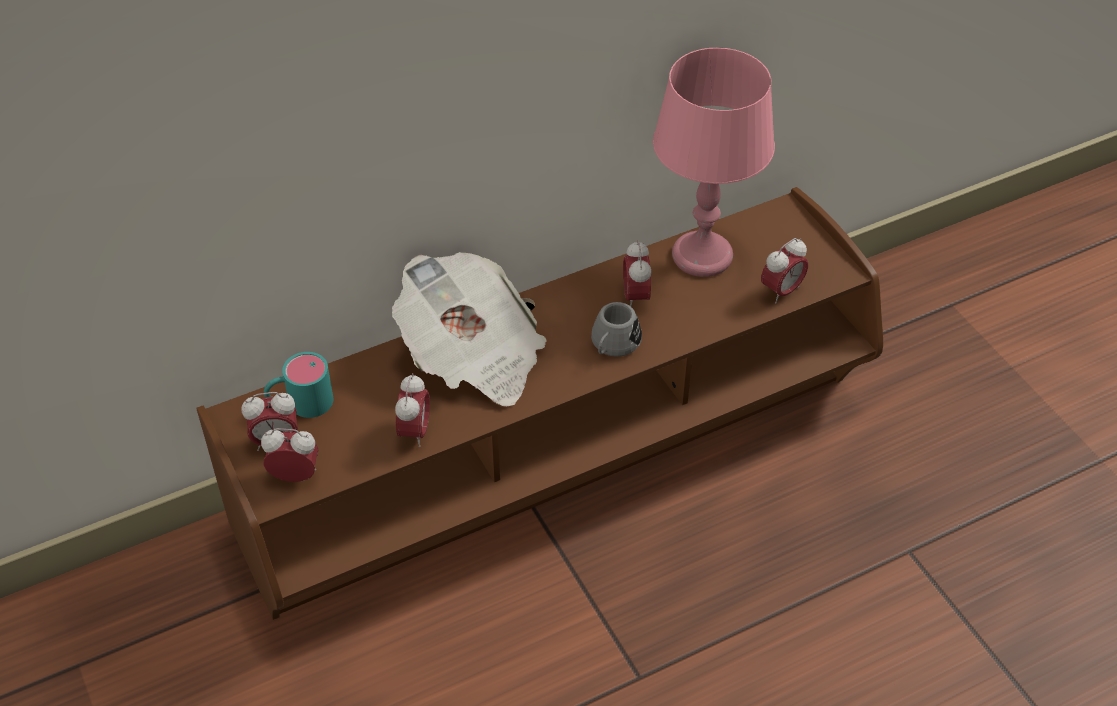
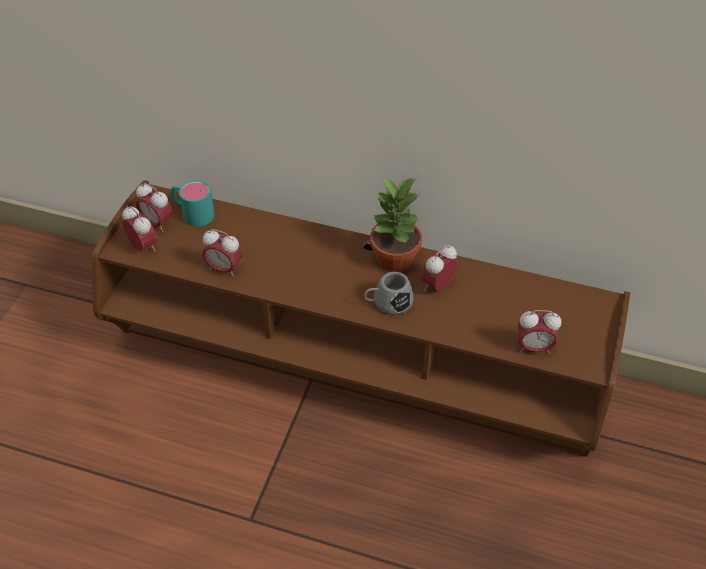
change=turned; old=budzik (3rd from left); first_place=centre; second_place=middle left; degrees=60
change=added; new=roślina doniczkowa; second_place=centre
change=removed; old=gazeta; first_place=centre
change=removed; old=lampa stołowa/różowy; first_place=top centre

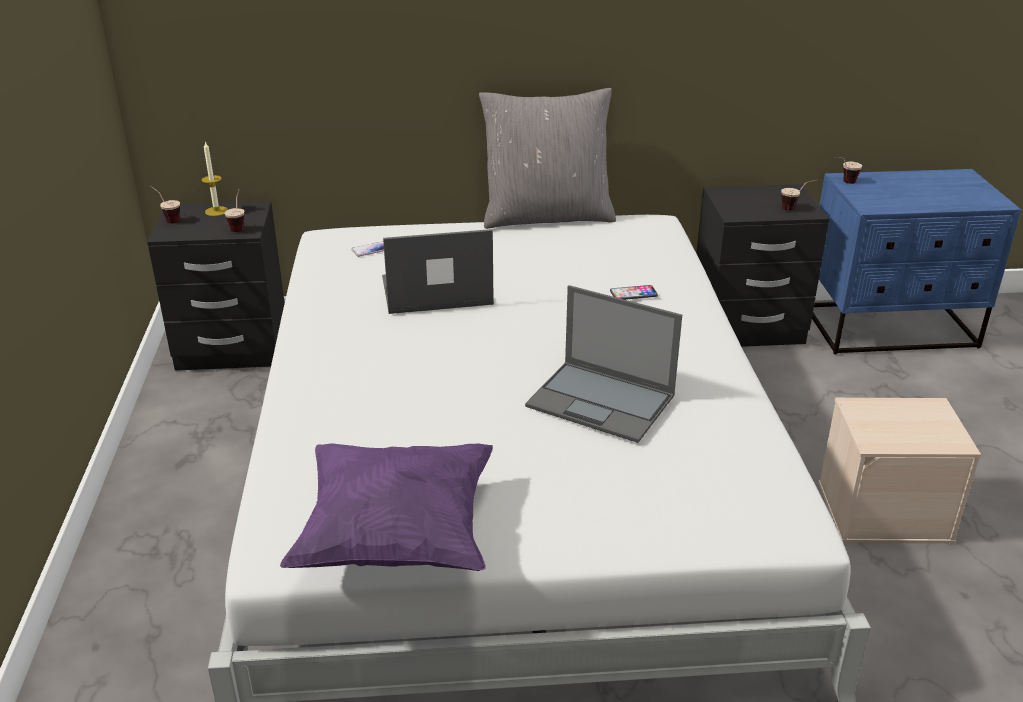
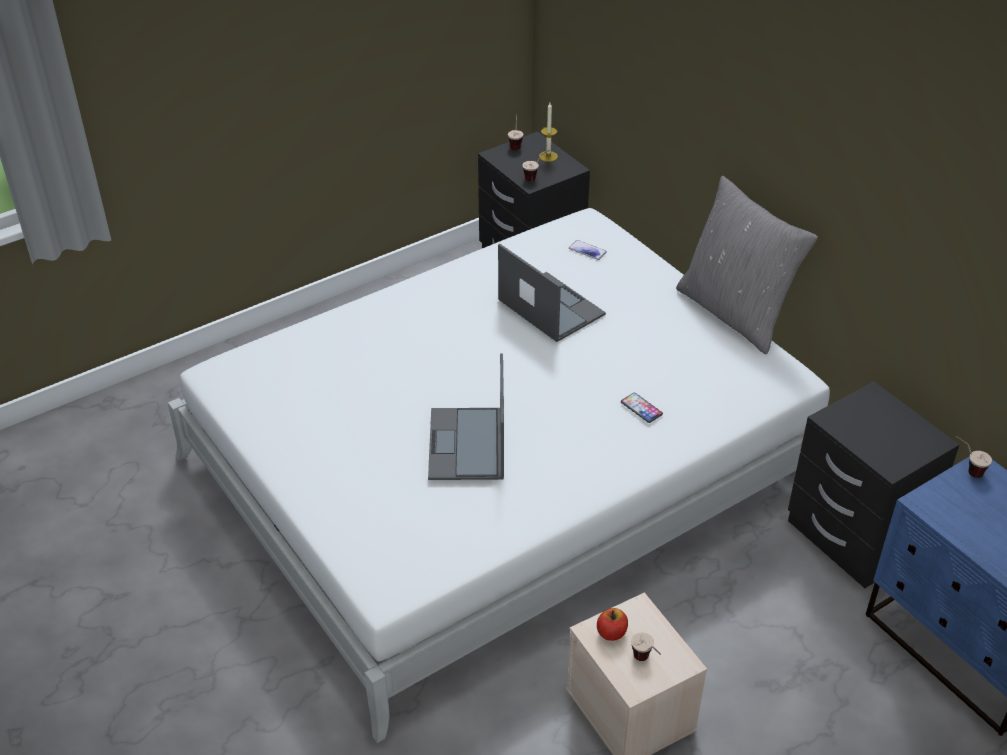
change=added; new=jabłko; second_place=bottom centre
change=moved; old=filiżanka (3rd from left); first_place=top right; second_place=bottom centre
change=removed; old=poduszka/fioletowy; first_place=bottom centre

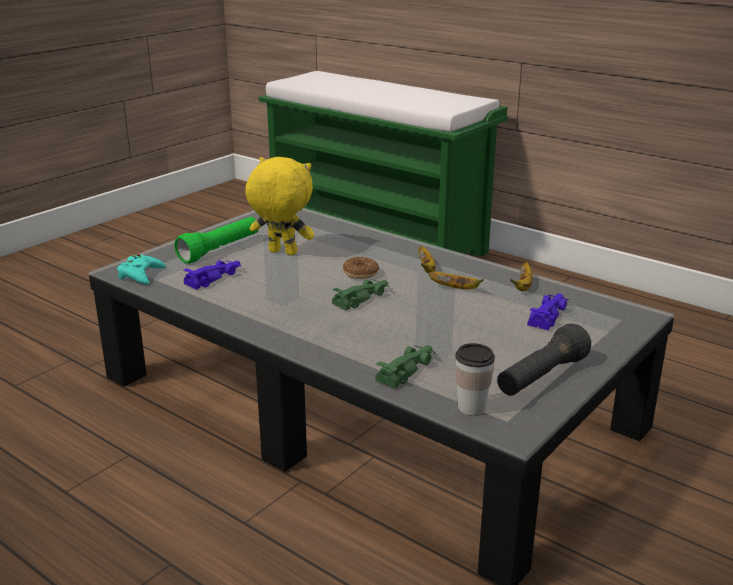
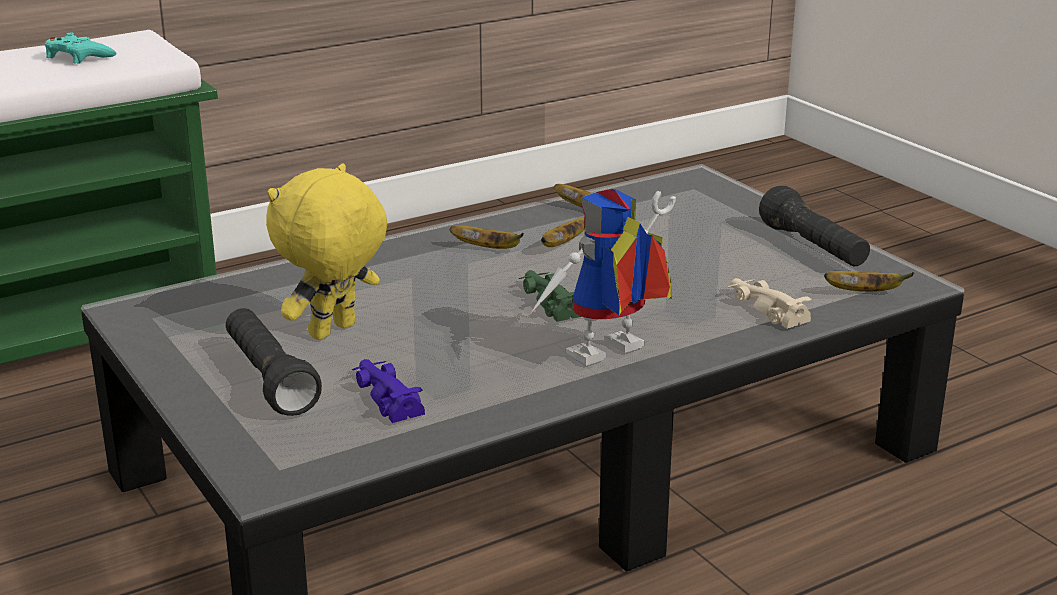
change=moved; old=pad do gier/turkusowy; first_place=middle left; second_place=top left
change=recoloured; old=latarka/zielony; new=latarka/czarny (1st from left); first_place=middle left; second_place=middle left
change=added; new=robot zabawkowy; second_place=centre
change=recoloured; old=samochodzik/zielony (2nd from left); new=samochodzik/beżowy; first_place=centre; second_place=middle right
change=replaced; old=filiżanka; new=banan (4th from left); first_place=centre; second_place=middle right
change=removed; old=donut; first_place=centre
change=removed; old=samochodzik/fioletowy (2nd from left); first_place=middle right

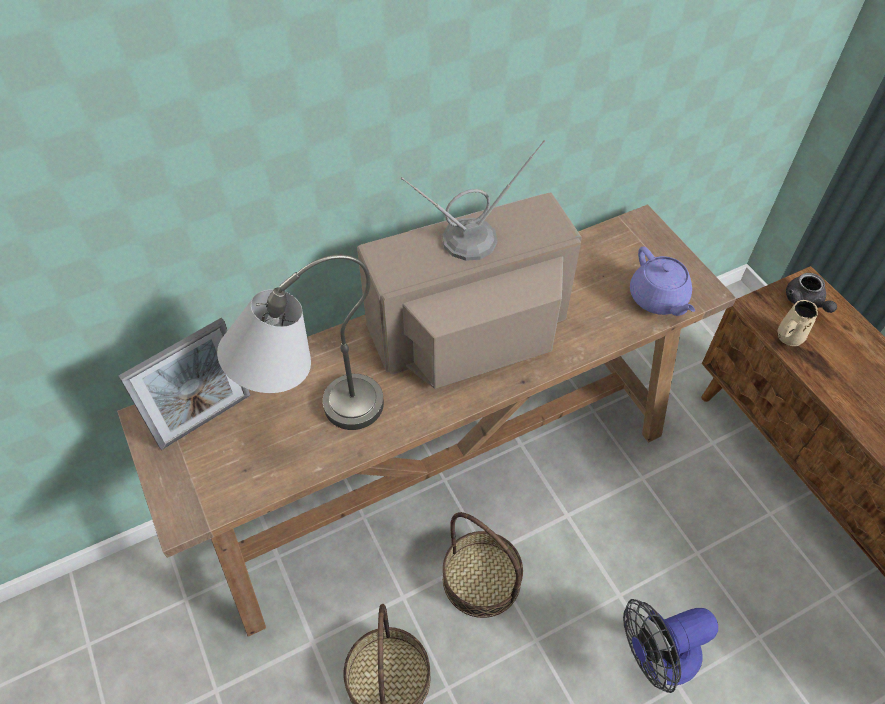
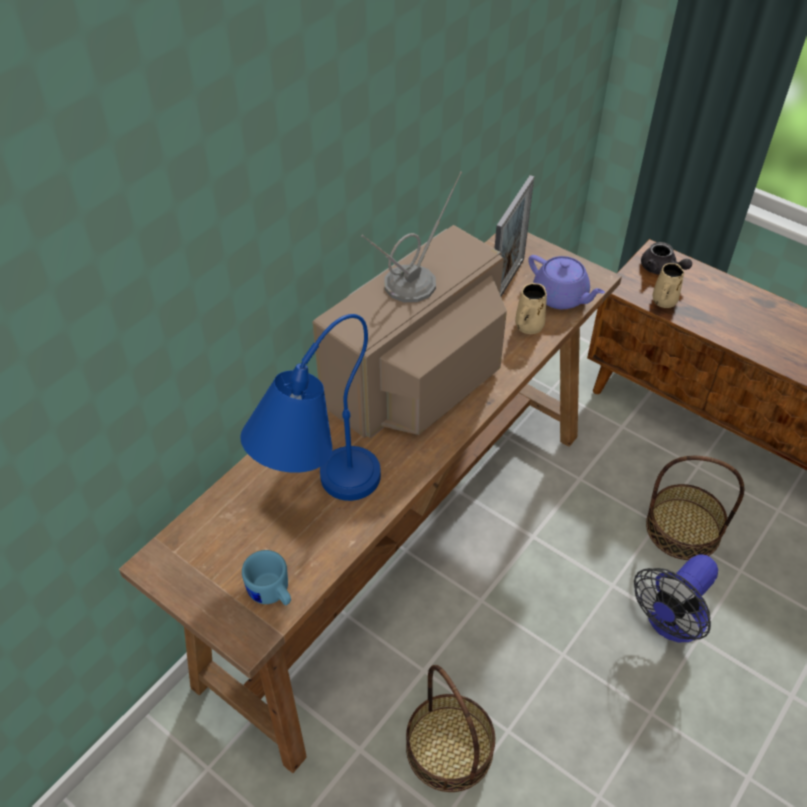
change=recoloured; old=lampa stołowa/szary; new=lampa stołowa/niebieski; first_place=centre; second_place=centre
change=added; new=kubek/niebieski; second_place=bottom left
change=moved; old=ramka na zdjęcie; first_place=middle left; second_place=top centre
change=added; new=kubek/beżowy (1st from left); second_place=centre
change=moved; old=koszyk (2nd from left); first_place=bottom centre; second_place=middle right

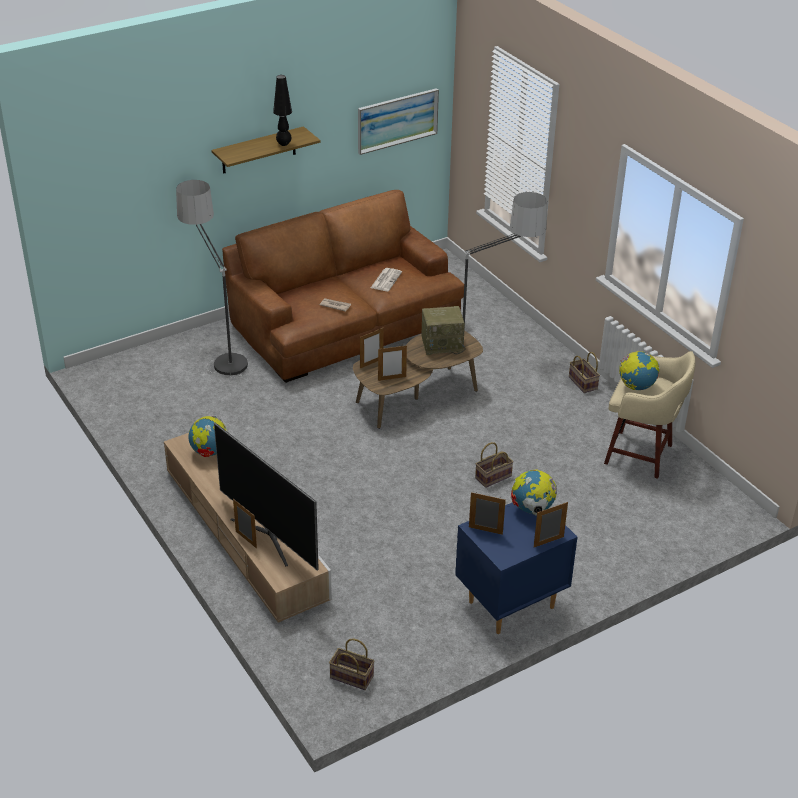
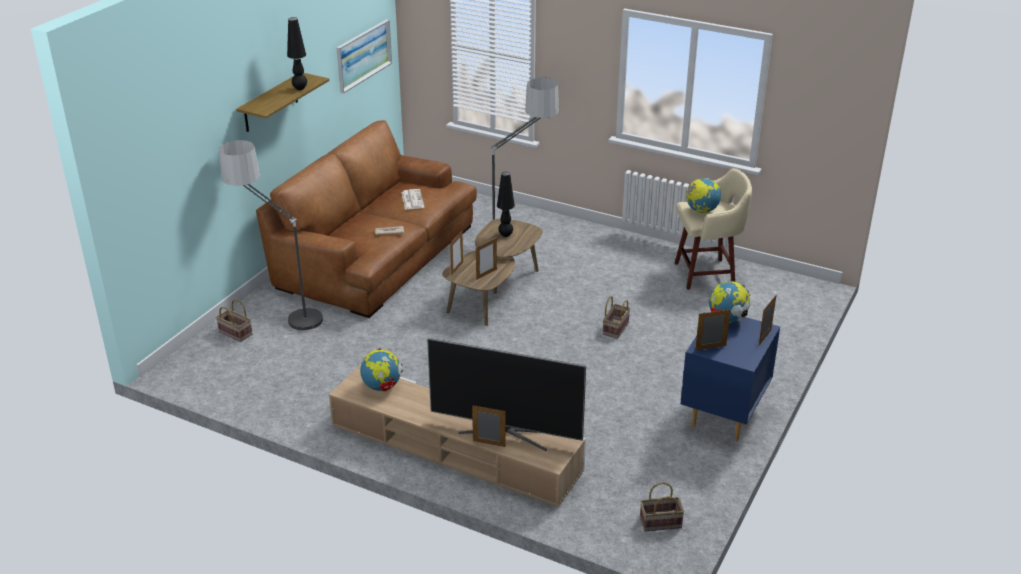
change=moved; old=koszyk (3rd from left in the first image); new=koszyk (1st from left); first_place=middle right; second_place=middle left
change=replaced; old=radio; new=lampa stołowa/czarny (2nd from left); first_place=centre; second_place=centre

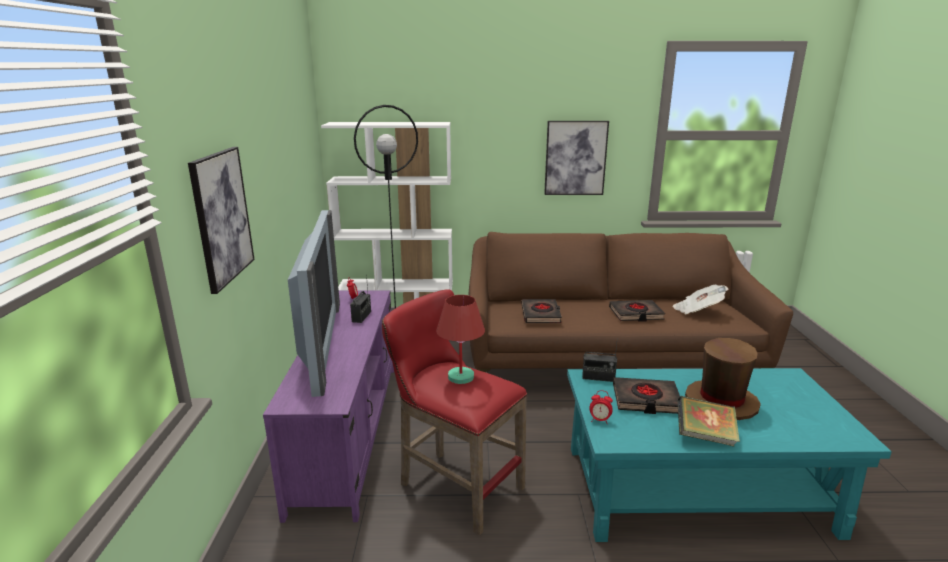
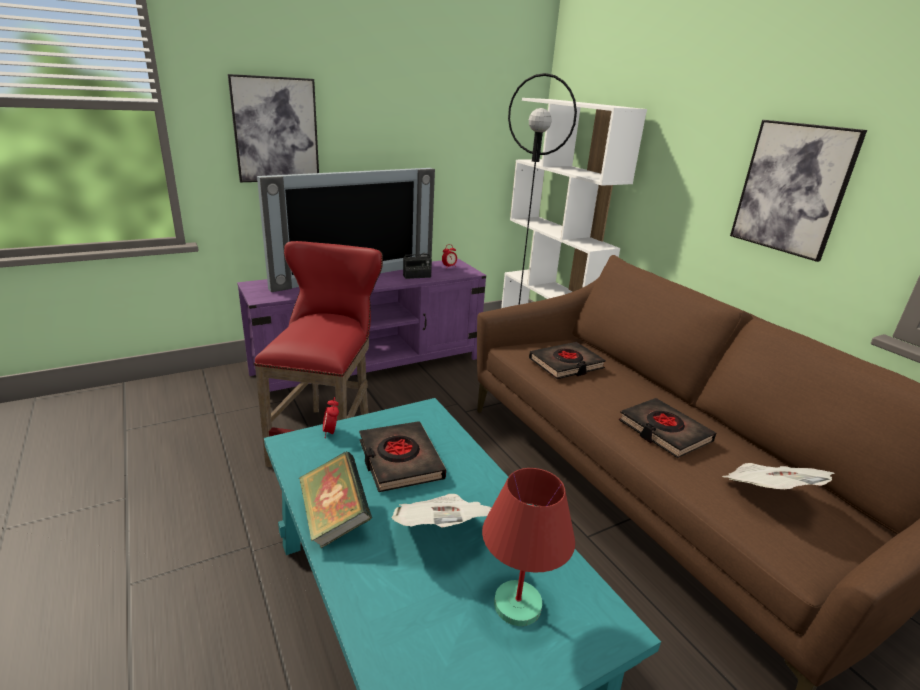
change=replaced; old=kapelusz/brązowy; new=gazeta (1st from left); first_place=bottom right; second_place=bottom centre
change=moved; old=lampa stołowa/czerwony; first_place=centre; second_place=bottom centre
change=removed; old=radio (2nd from left); first_place=centre

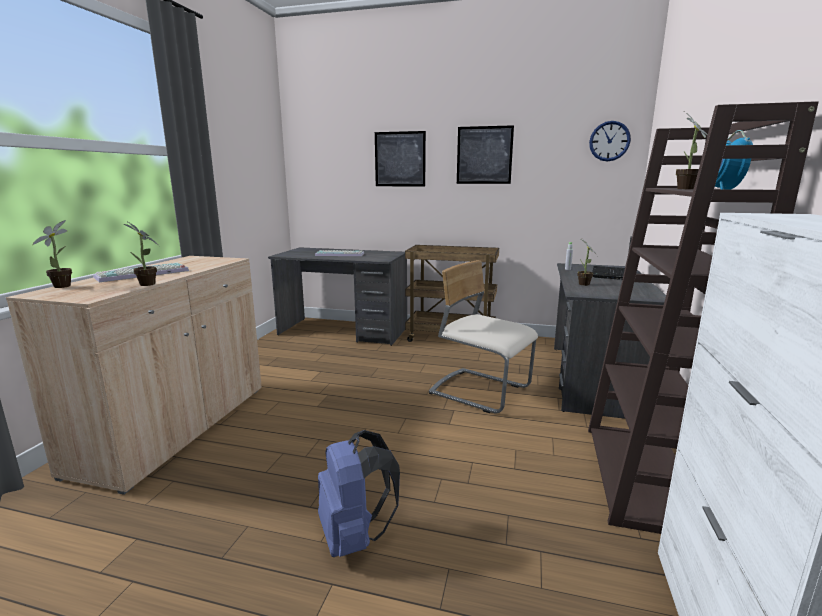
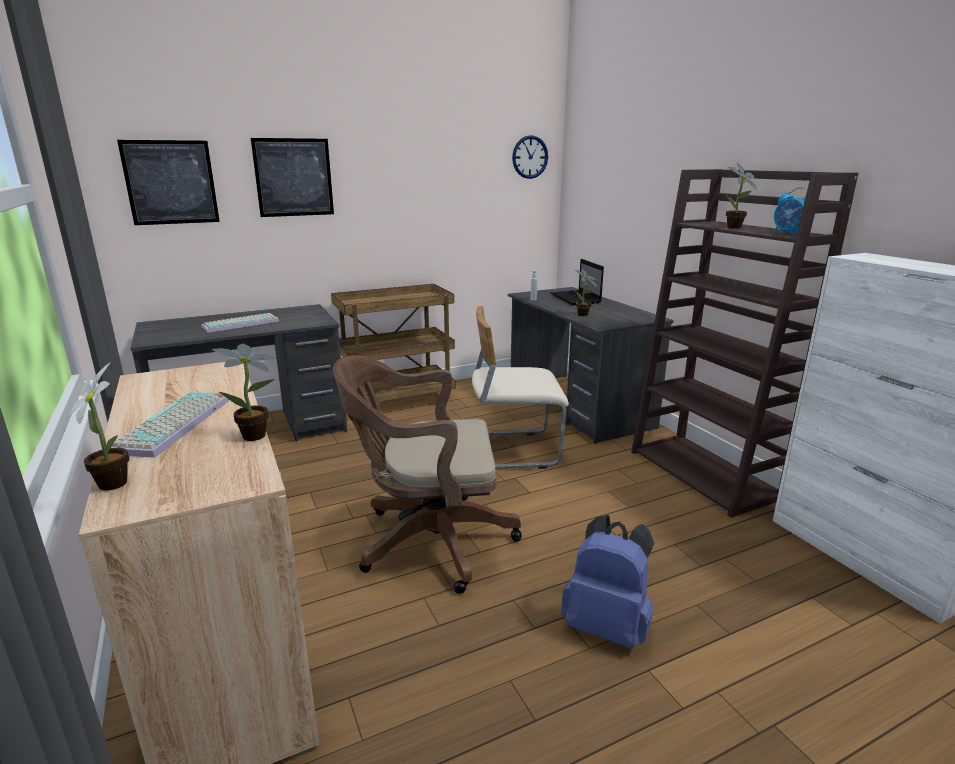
change=moved; old=obraz (2nd from left in the first image); new=obraz (1st from left); first_place=top centre; second_place=top left
change=added; new=krzesło biurowe/brązowy; second_place=centre

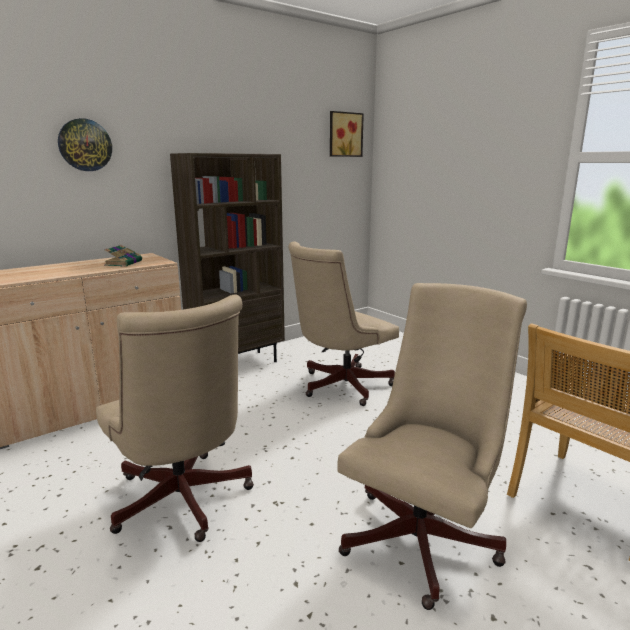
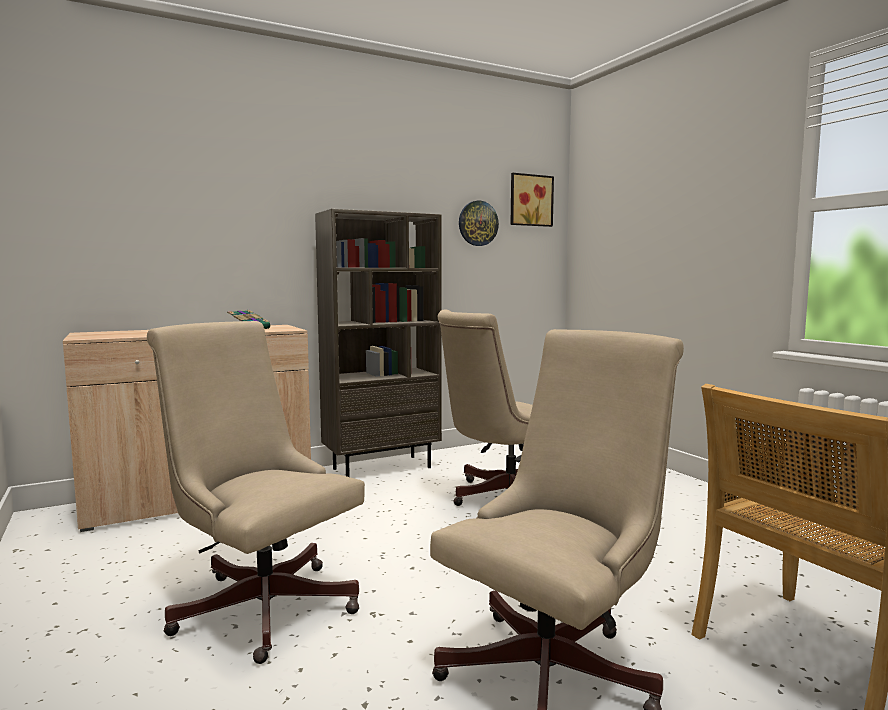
change=turned; old=krzesło biurowe/beżowy (1st from left); first_place=middle left; second_place=bottom left; degrees=150
change=moved; old=zegar ścienny; first_place=top left; second_place=top centre

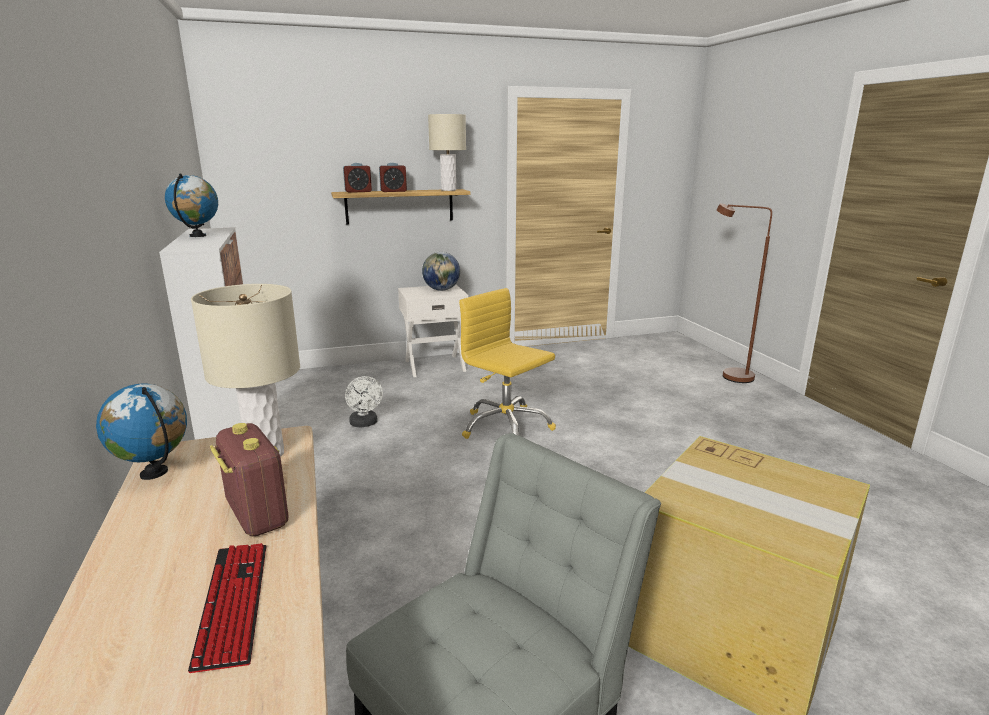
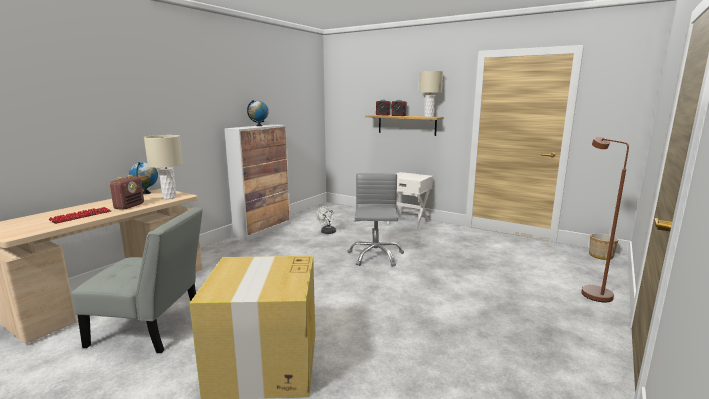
change=recoloured; old=krzesło biurowe/żółty; new=krzesło biurowe/szary; first_place=centre; second_place=centre
change=added; new=donica; second_place=middle right
change=removed; old=globus (3rd from left); first_place=centre

